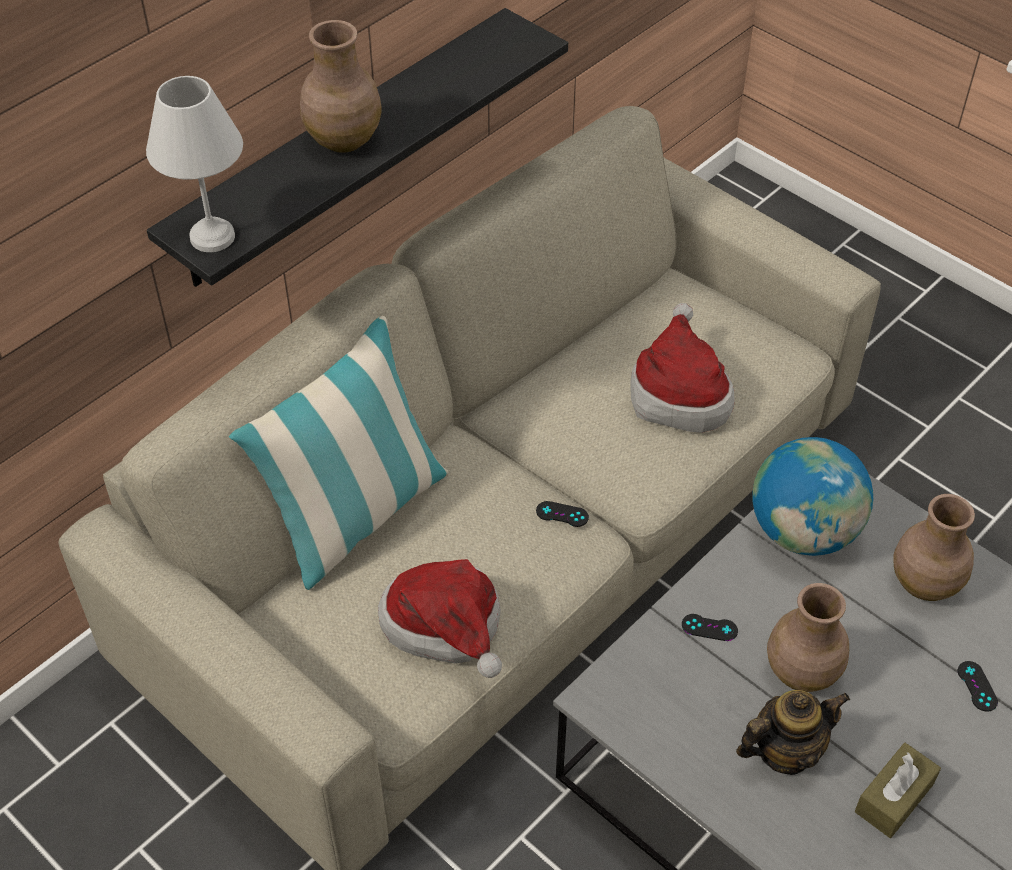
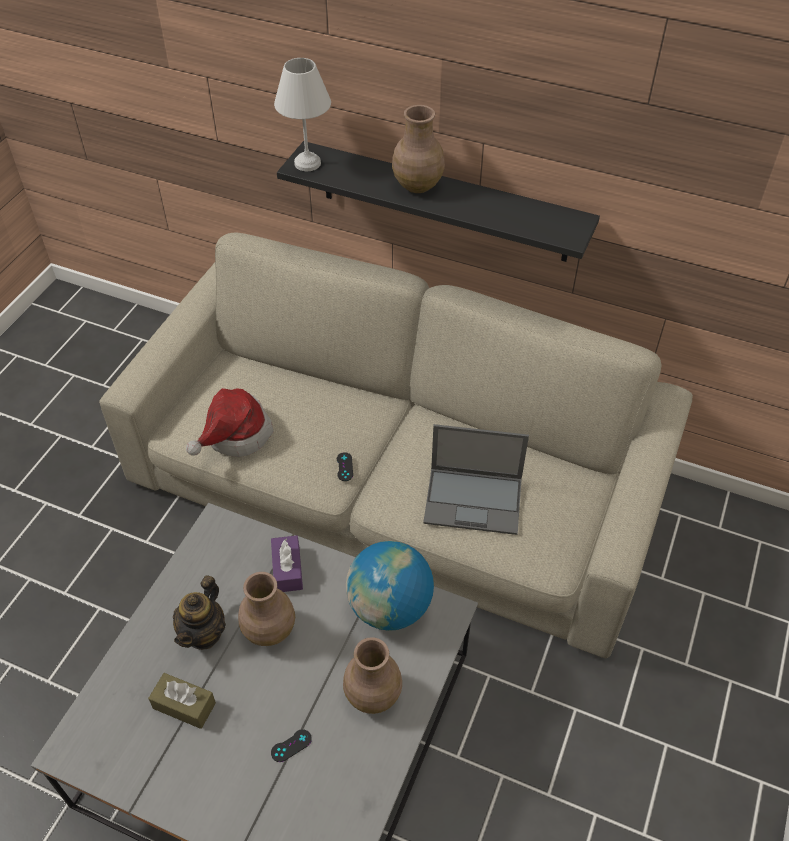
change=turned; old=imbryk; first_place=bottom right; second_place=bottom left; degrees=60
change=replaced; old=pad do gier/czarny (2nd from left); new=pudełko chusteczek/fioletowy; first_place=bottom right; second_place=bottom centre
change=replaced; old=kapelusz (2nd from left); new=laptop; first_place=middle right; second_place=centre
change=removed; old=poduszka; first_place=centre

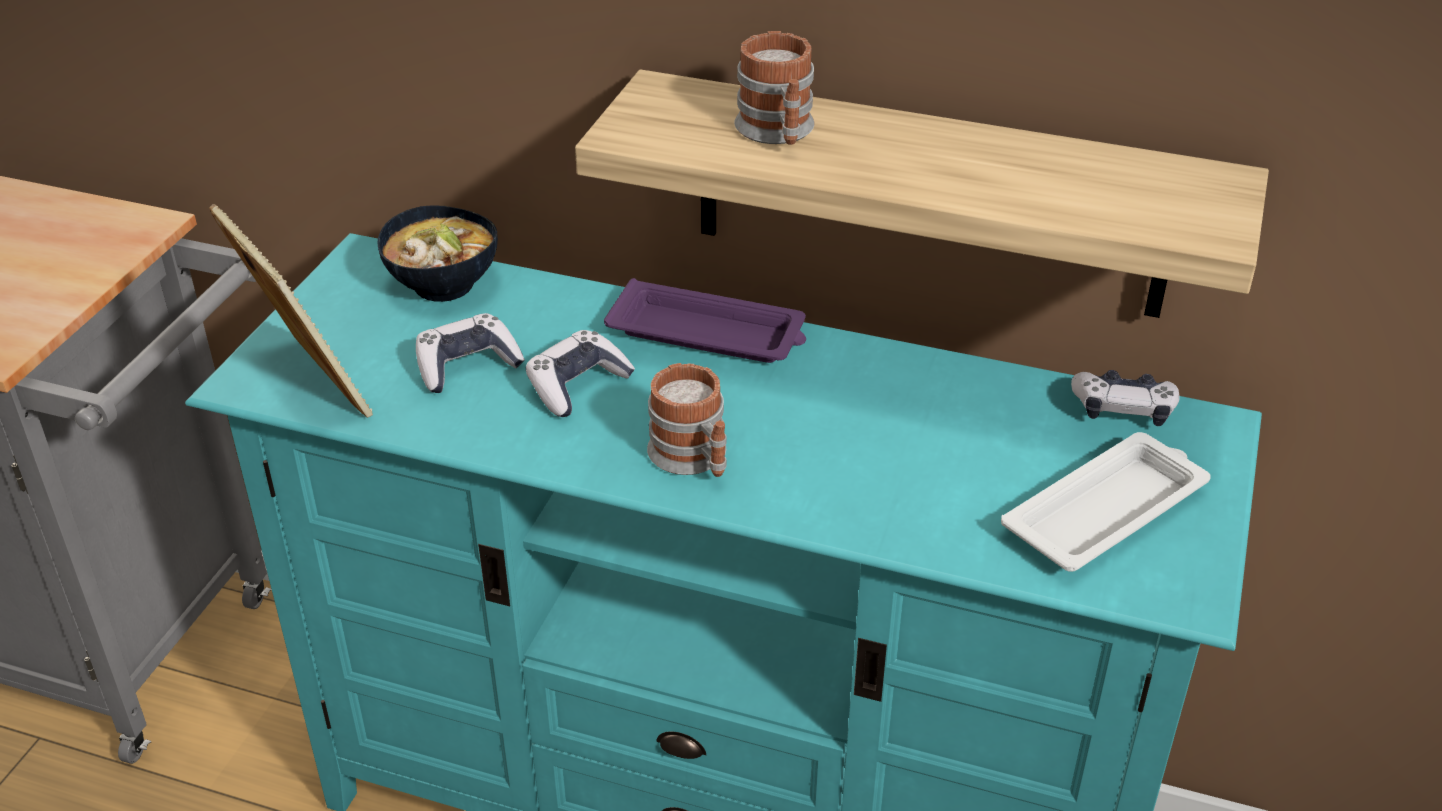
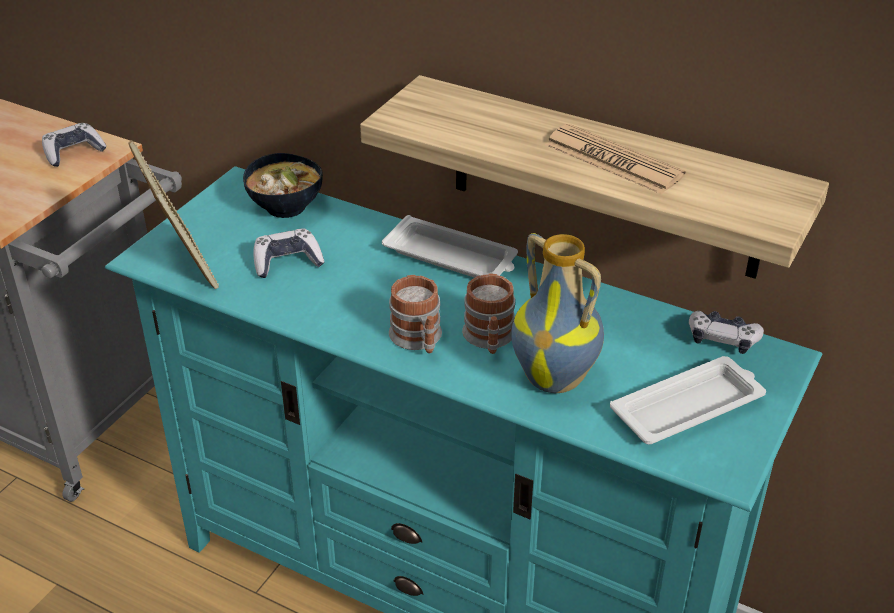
change=moved; old=pad do gier (2nd from left in the first image); new=pad do gier (1st from left); first_place=centre; second_place=top left
change=recoloured; old=taca/fioletowy; new=taca/biały (1st from left); first_place=centre; second_place=centre
change=moved; old=kubek (2nd from left); first_place=top centre; second_place=centre
change=added; new=wazon; second_place=centre
change=added; new=gazeta; second_place=top right

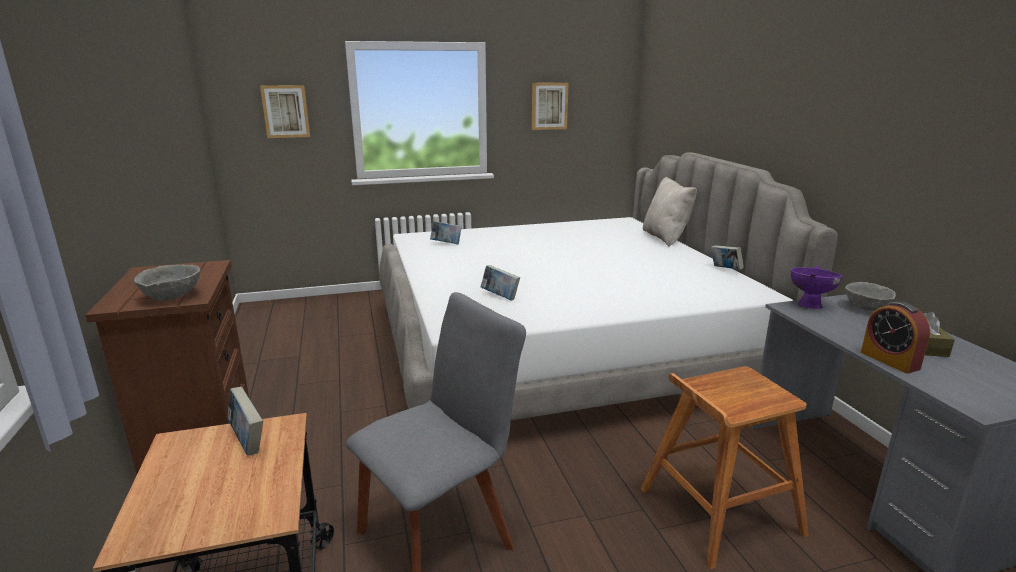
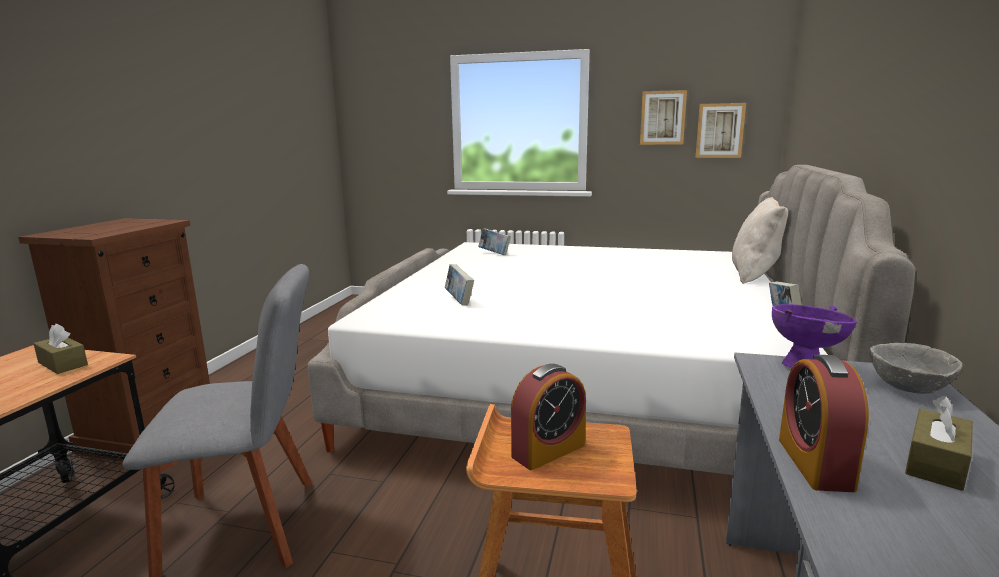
change=replaced; old=książka (1st from left); new=pudełko chusteczek/brązowy (1st from left); first_place=bottom left; second_place=middle left
change=added; new=budzik (1st from left); second_place=bottom centre
change=moved; old=obraz (1st from left in the first image); new=obraz (2nd from left); first_place=top left; second_place=top right
change=removed; old=miska/szary (1st from left); first_place=middle left

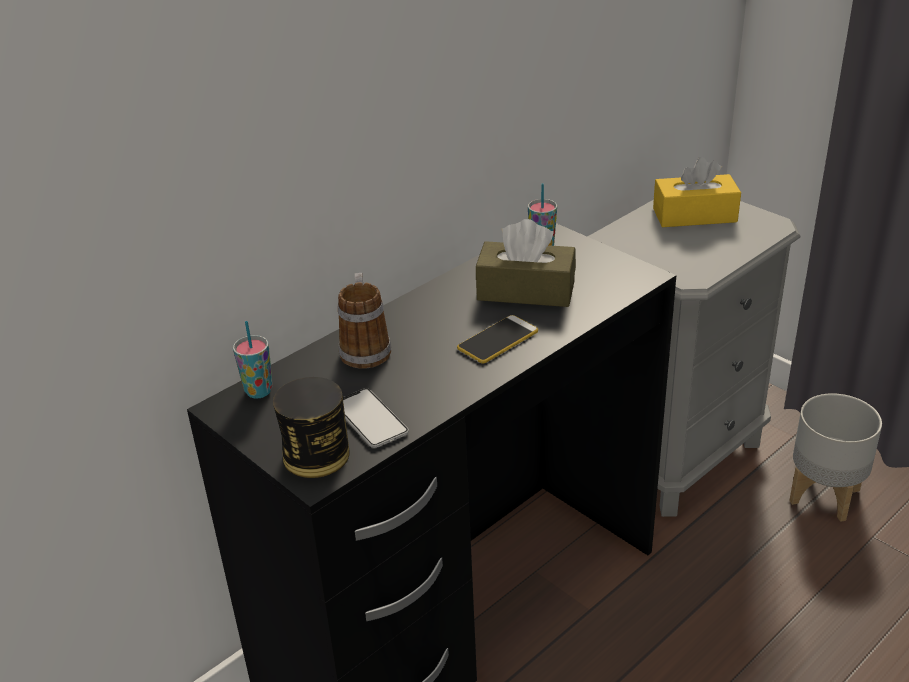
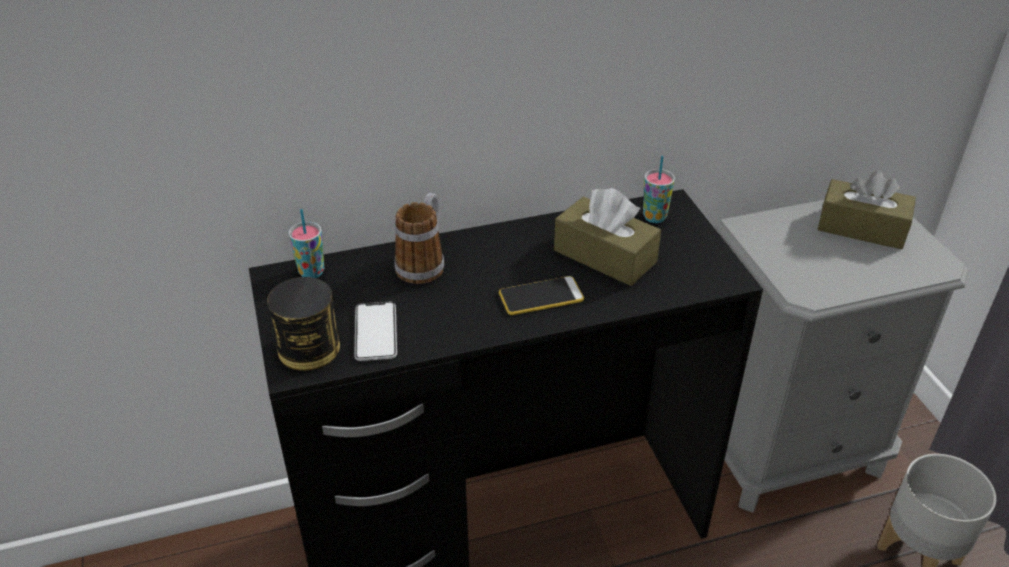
change=recoloured; old=pudełko chusteczek/żółty; new=pudełko chusteczek/brązowy (2nd from left); first_place=top right; second_place=middle right

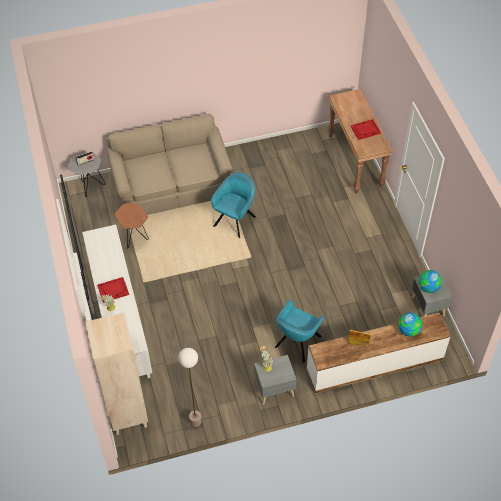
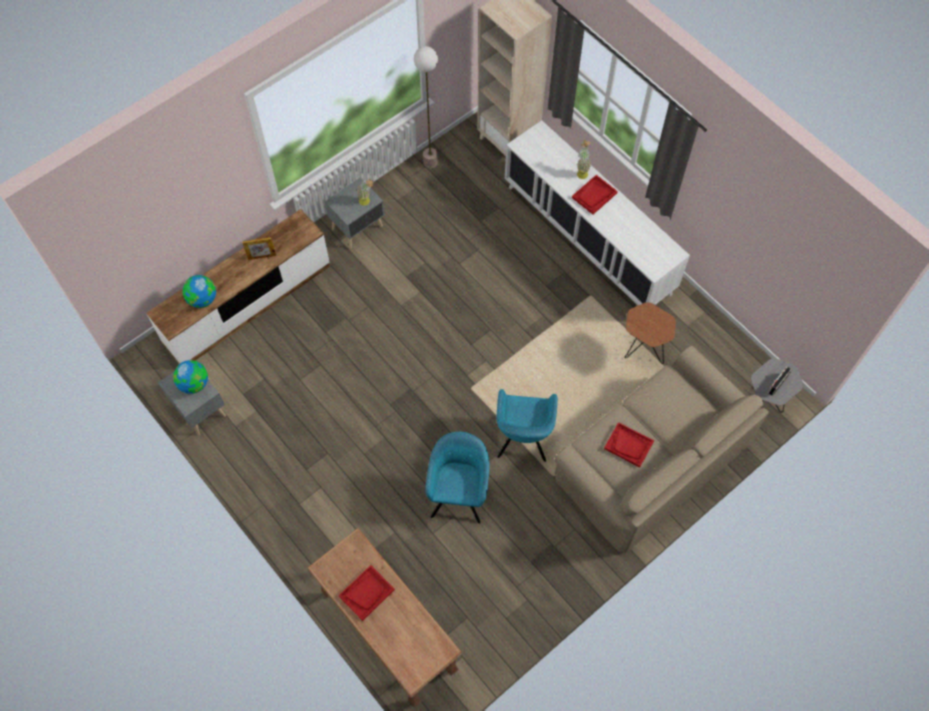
change=moved; old=fotel/turkusowy (2nd from left in the first image); new=fotel/turkusowy (1st from left); first_place=centre; second_place=bottom centre
change=added; new=taca/czerwony (3rd from left); second_place=middle right

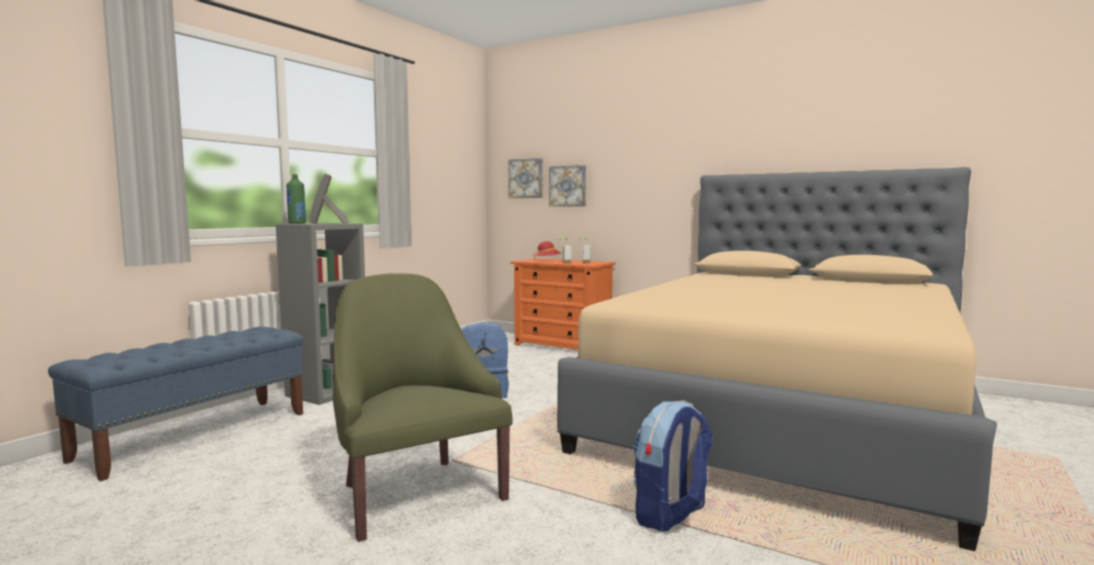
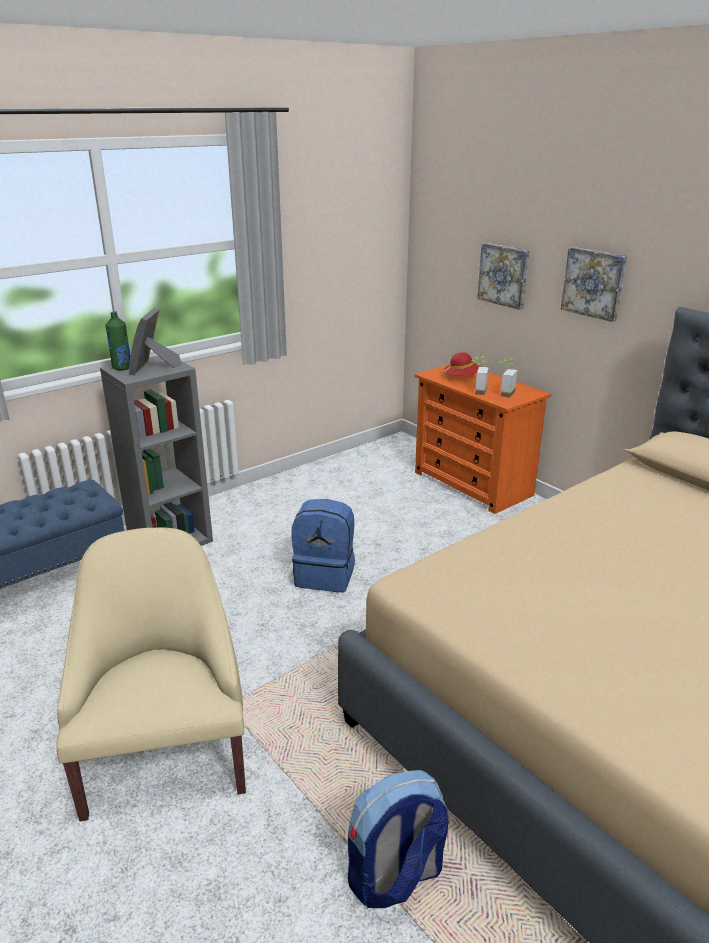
change=recoloured; old=fotel/zielony; new=fotel/beżowy; first_place=bottom centre; second_place=bottom left
change=moved; old=obraz (1st from left in the first image); new=obraz (2nd from left); first_place=top centre; second_place=top right

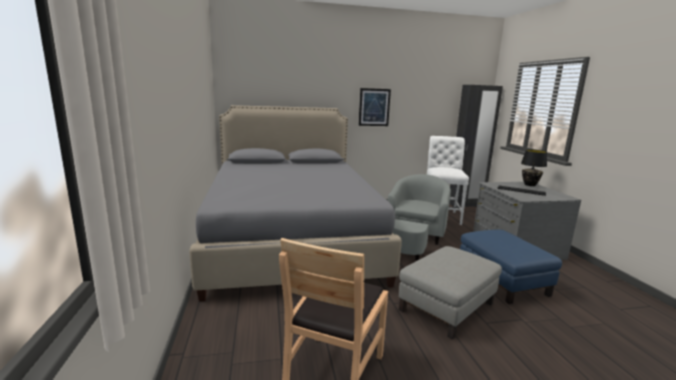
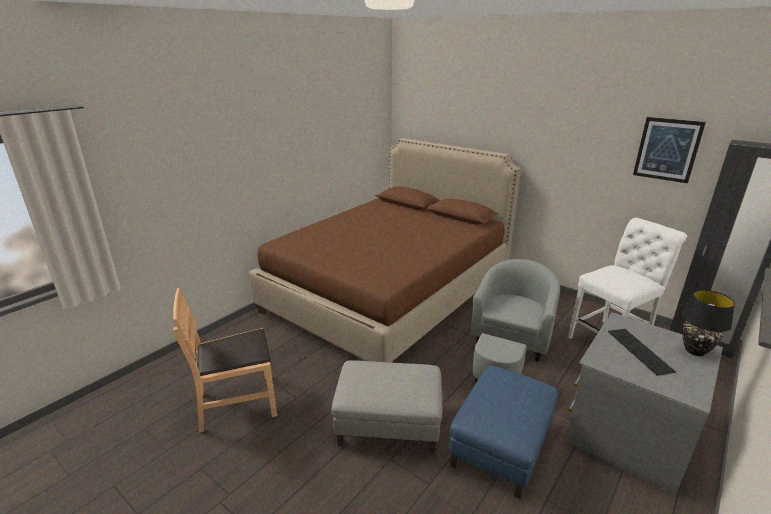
change=recoloured; old=łóżko/szary; new=łóżko/brązowy; first_place=centre; second_place=centre
change=turned; old=fotel/szary; first_place=centre; second_place=middle right; degrees=-45
change=moved; old=obraz; first_place=top centre; second_place=top right

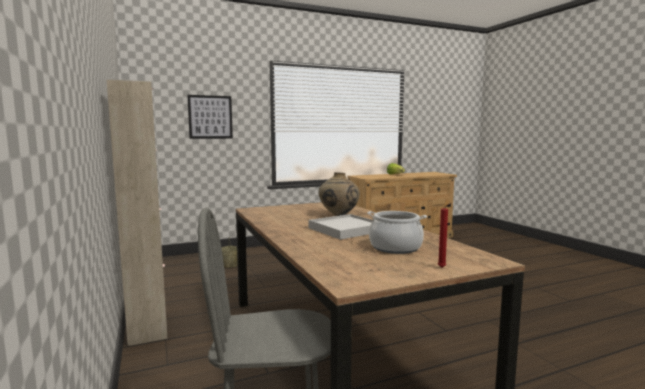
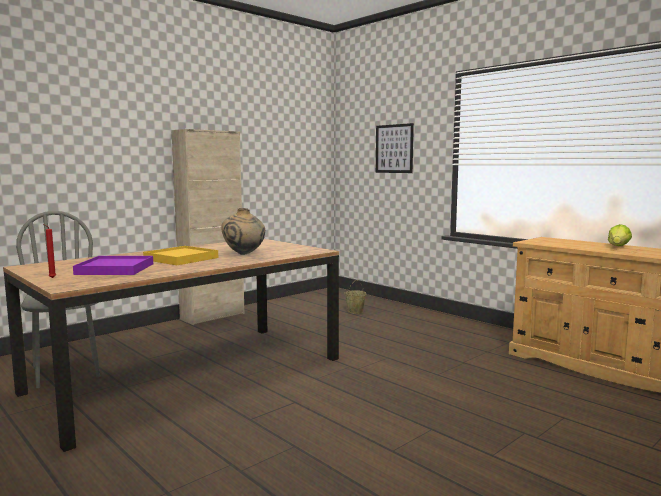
change=replaced; old=garnek; new=taca/fioletowy; first_place=centre; second_place=middle left
change=recoloured; old=taca/biały; new=taca/żółty; first_place=centre; second_place=middle left

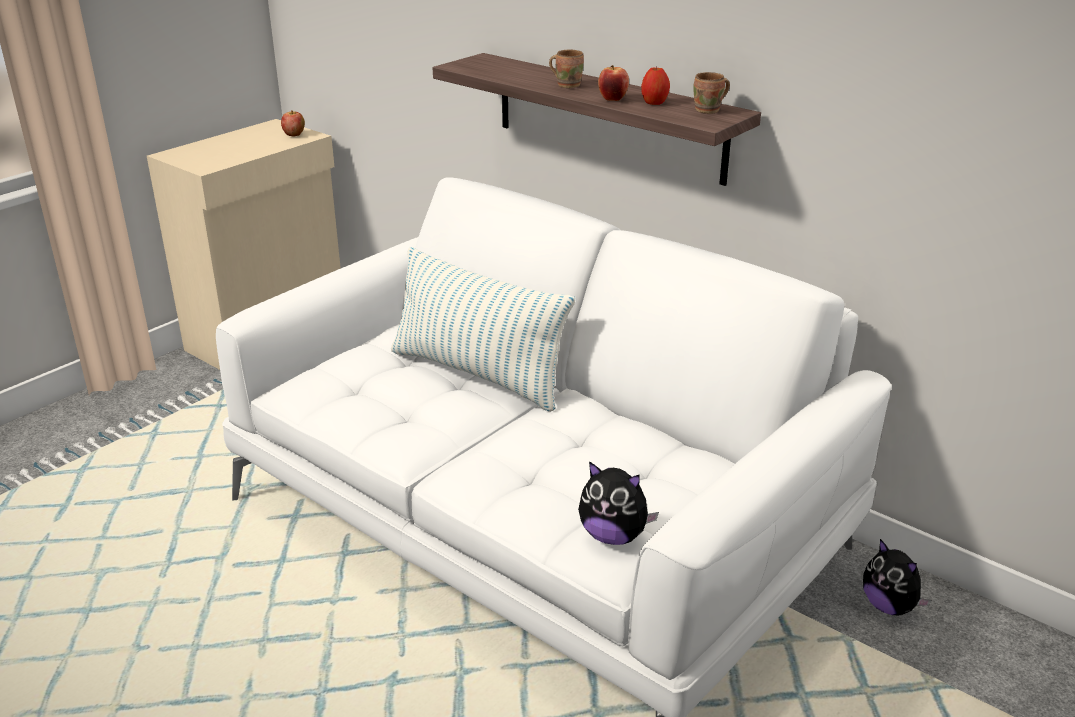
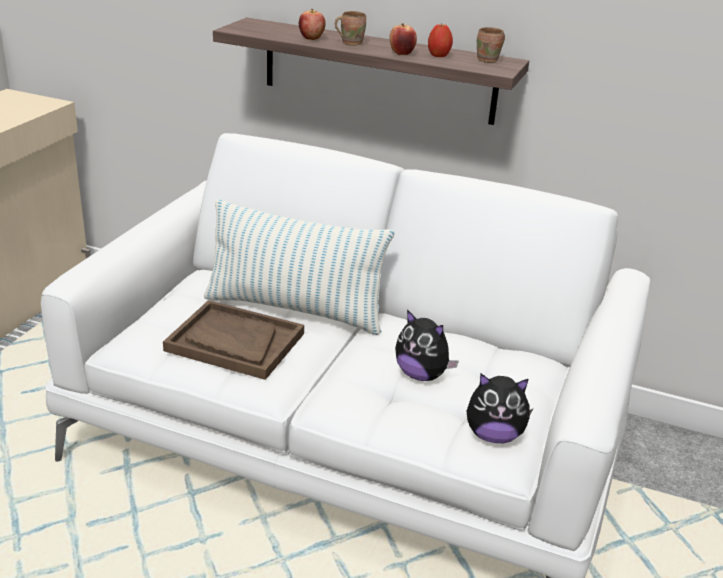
change=added; new=taca/brązowy; second_place=middle left
change=moved; old=jabłko (1st from left); first_place=top left; second_place=top centre
change=moved; old=pluszak (2nd from left in the first image); new=pluszak (1st from left); first_place=bottom right; second_place=centre

